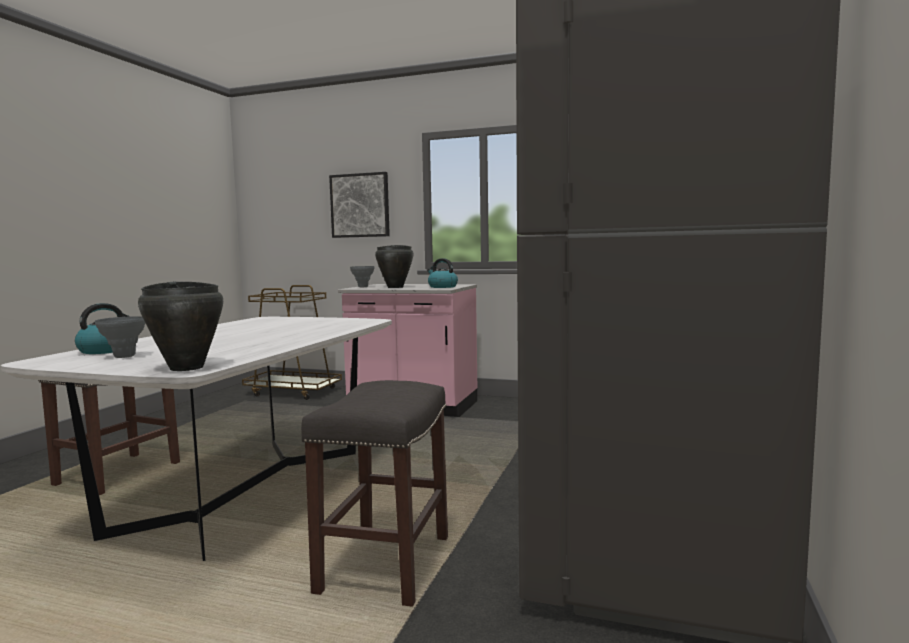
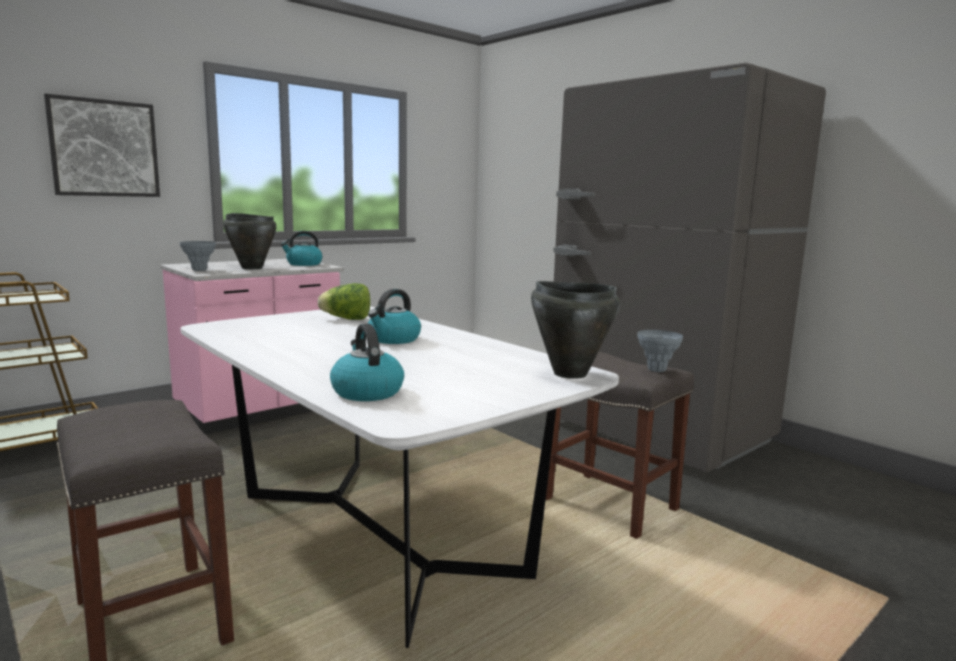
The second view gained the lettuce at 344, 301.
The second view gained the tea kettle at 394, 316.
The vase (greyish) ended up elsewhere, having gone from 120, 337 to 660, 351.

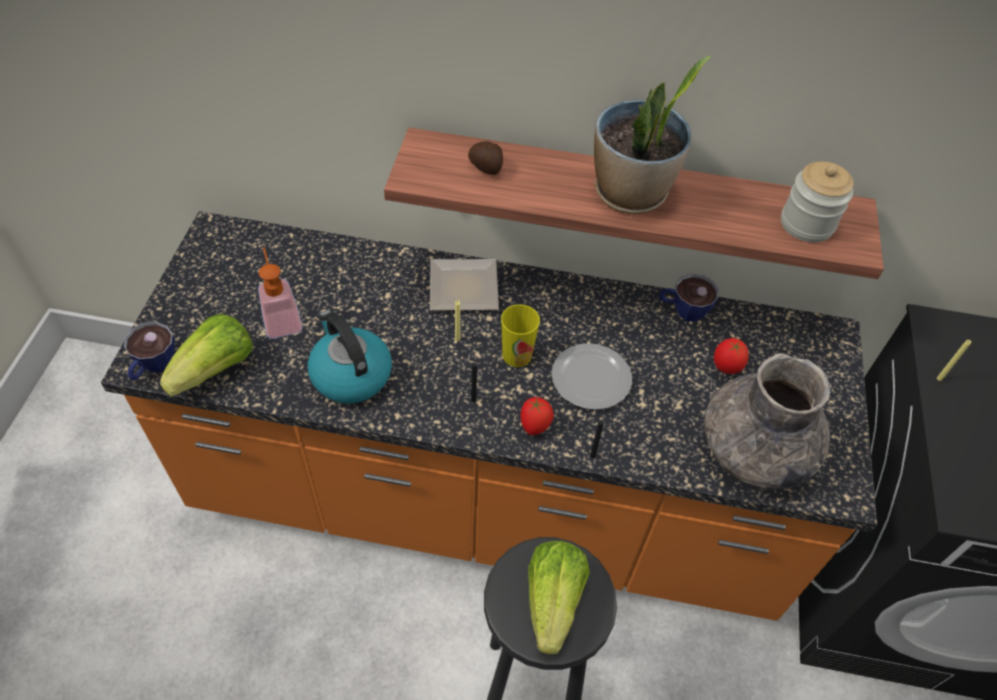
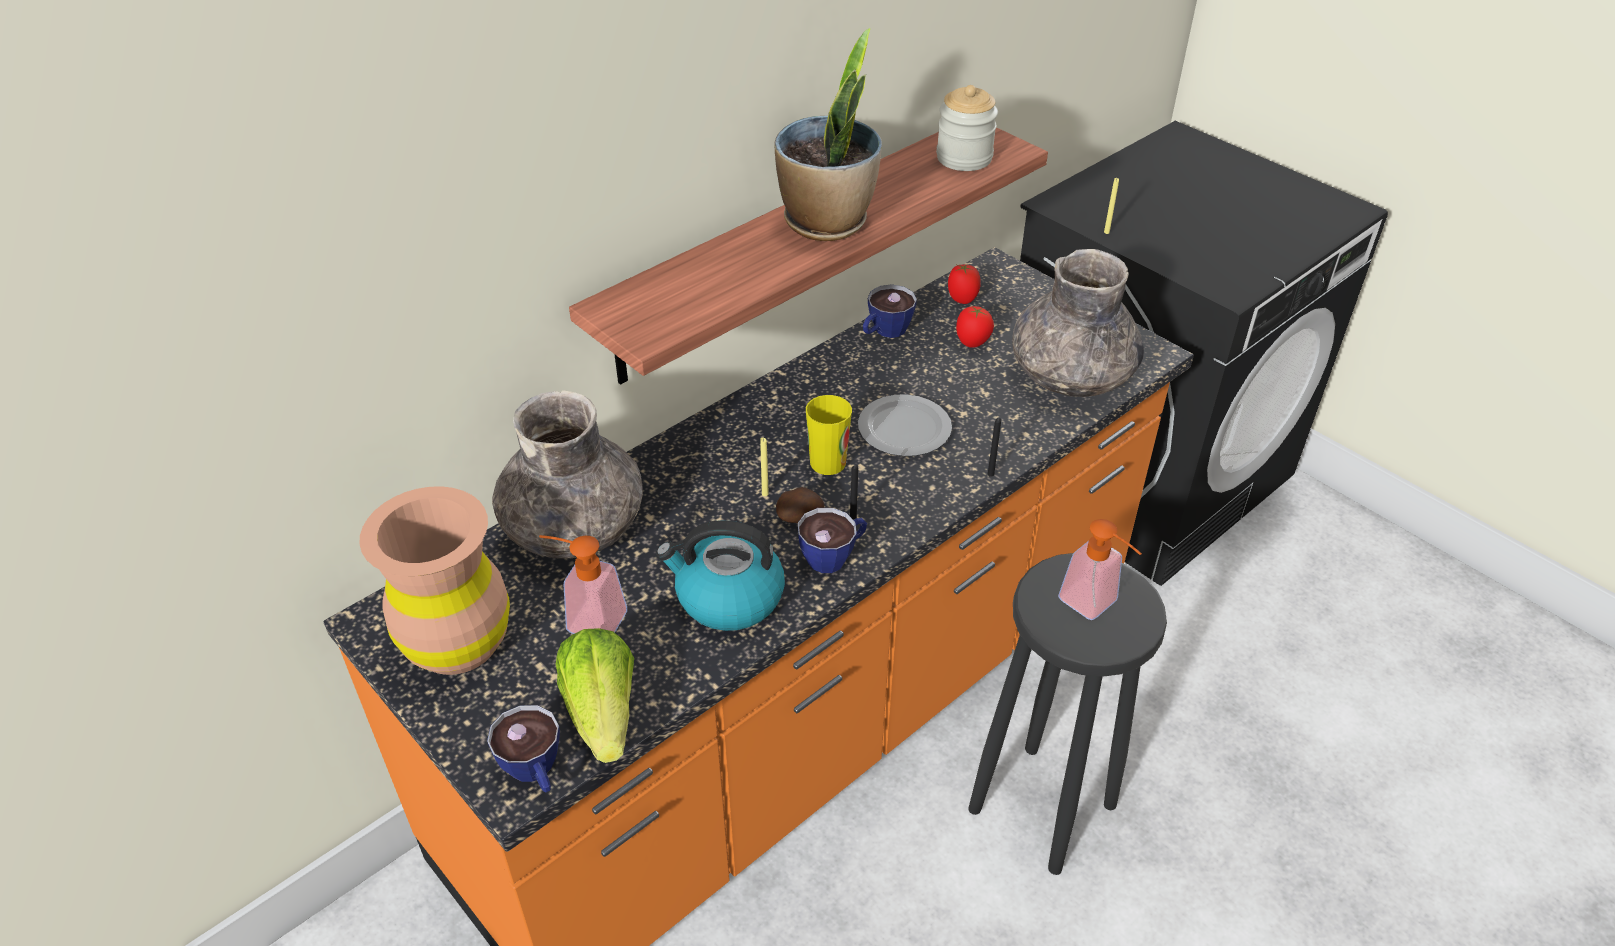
The second view lost the plate at 464, 285.
The second view gained the vase (brownish) at 435, 580.
The second view gained the vase (greyish) at 567, 474.
The second view gained the drinking cup at 832, 540.
The potato ended up elsewhere, having gone from 485, 158 to 800, 505.
The whole tomato ended up elsewhere, having gone from 537, 416 to 964, 284.
Where the lettuce stood at 559, 597, the soap bottle came to stand at 1100, 569.

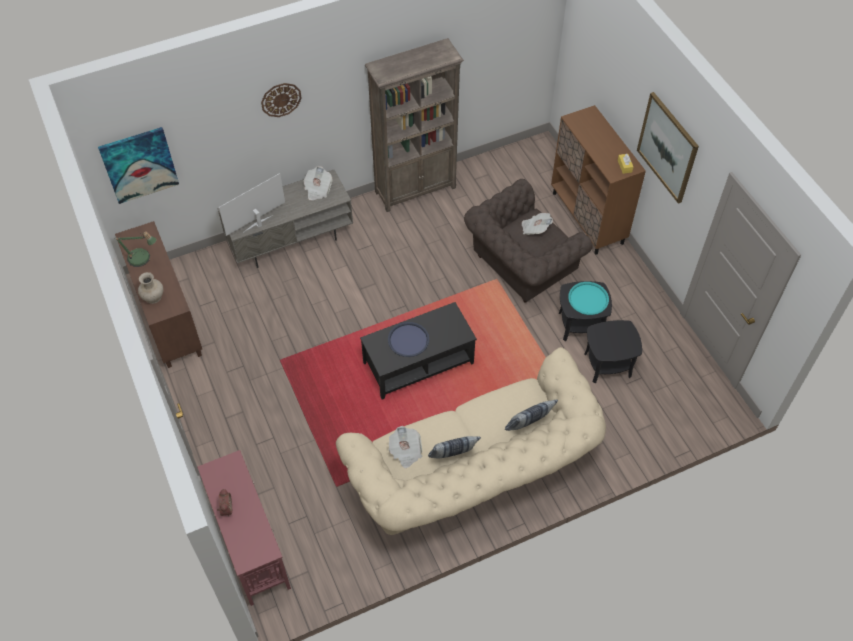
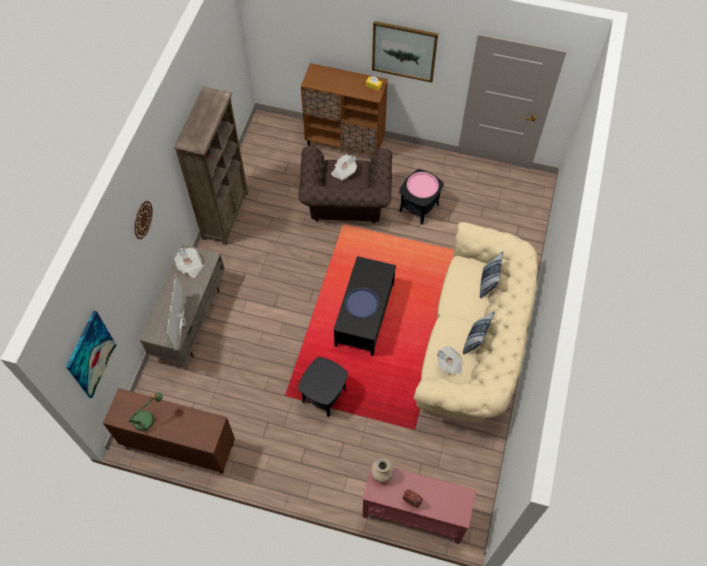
The vase (sand-coloured) ended up elsewhere, having gone from 150, 288 to 382, 470.
The end table (blackish) ended up elsewhere, having gone from 613, 352 to 323, 387.
What was the carrying tray (turquoise) at 588, 298 turned into the carrying tray (pinkish) at 423, 185.

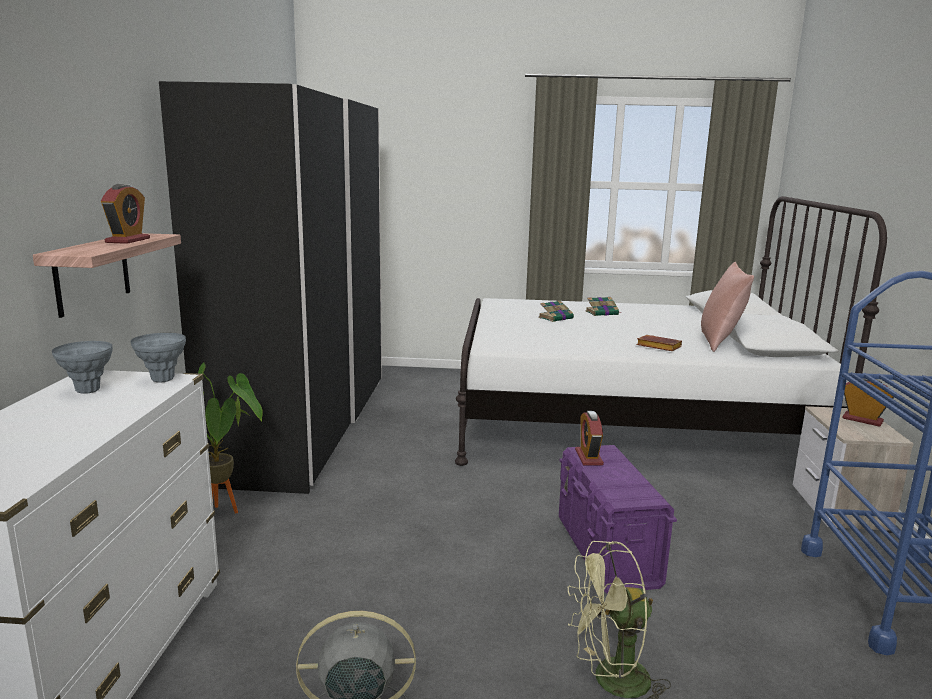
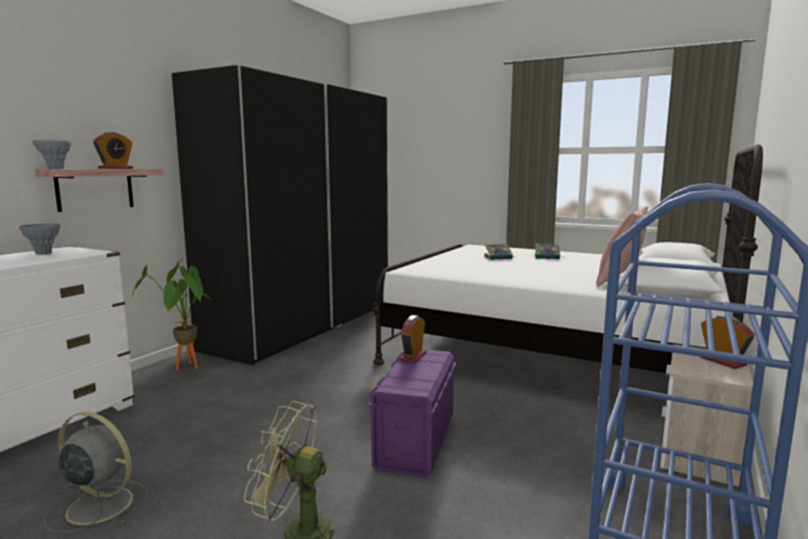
The second view lost the book (brownish) at 659, 343.
The vase (greyish) ended up elsewhere, having gone from 158, 358 to 52, 154.

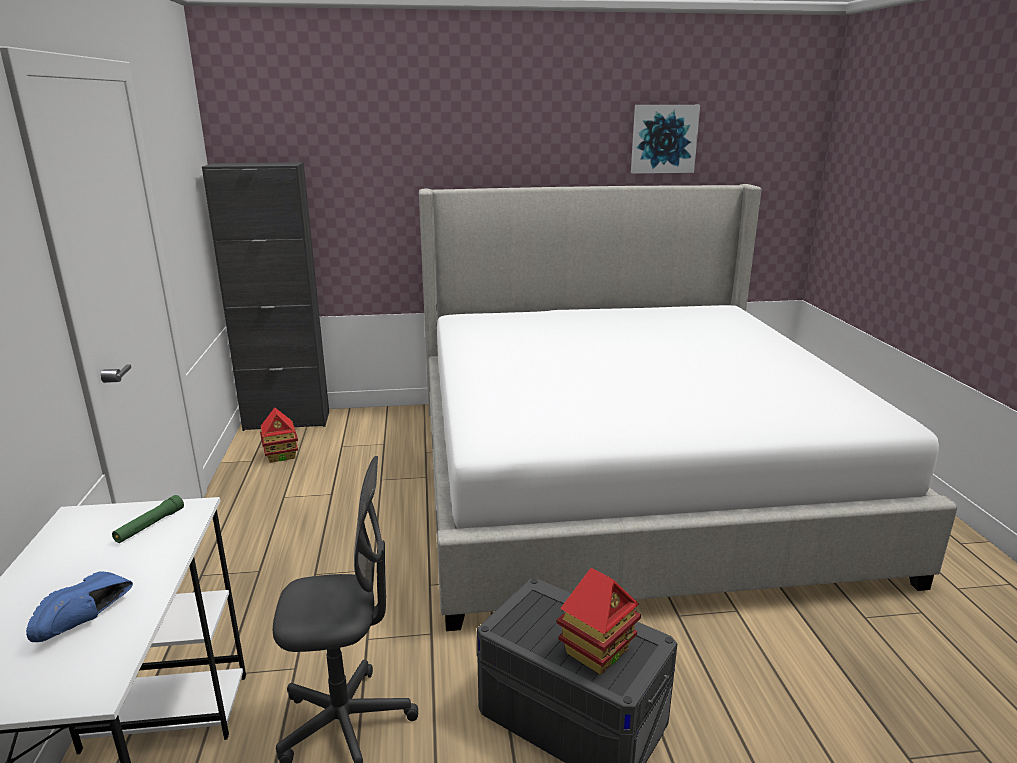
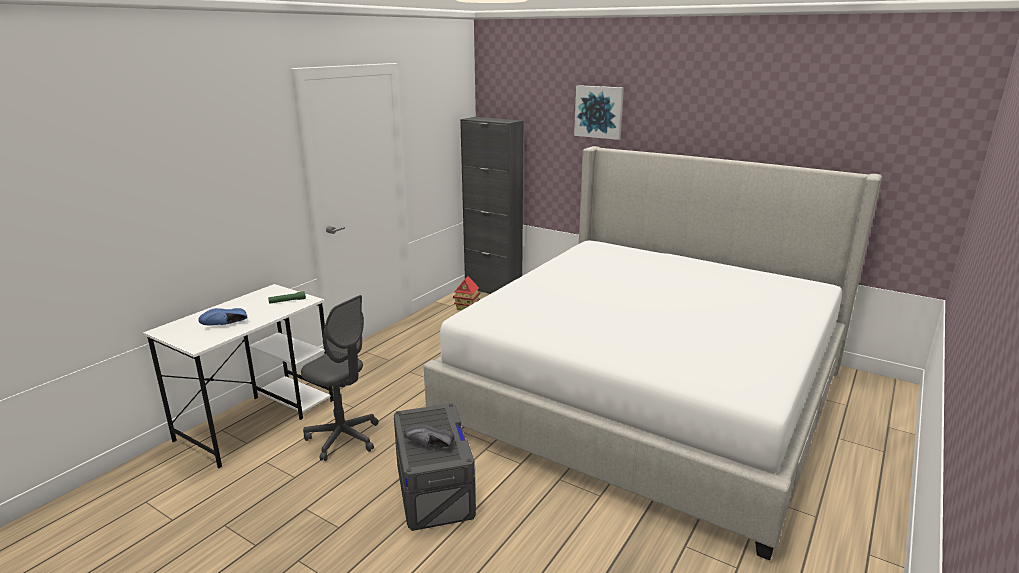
The wall art ended up elsewhere, having gone from 665, 139 to 599, 112.
Where the model house stood at 599, 621, the shoe (blackish) came to stand at 429, 436.

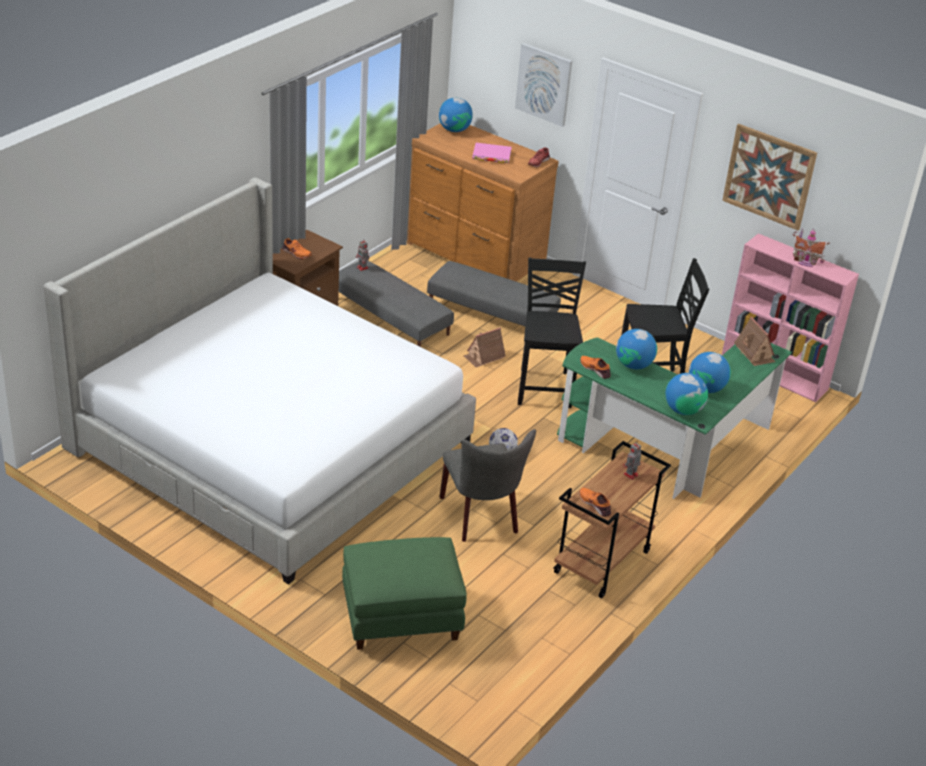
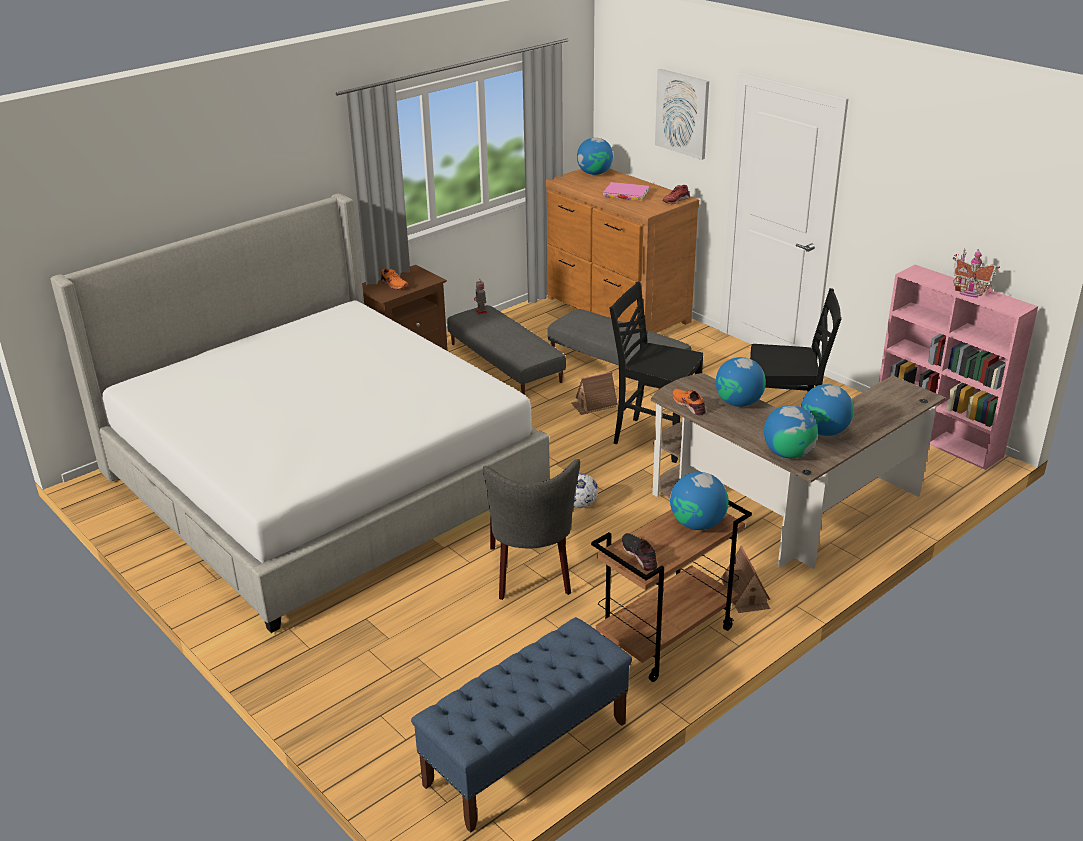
The second view lost the pouffe (greenish) at 404, 593.
The second view lost the wall art at 769, 177.
The second view gained the bench (blue-coloured) at 521, 725.
The model house ended up elsewhere, having gone from 754, 341 to 745, 579.
Where the model robot stood at 632, 461, the desk globe came to stand at 699, 501.
What was the desk (greenish) at 674, 418 turned into the desk (brownish) at 798, 471.
What was the shoe (orangey) at 595, 502 turned into the shoe (blackish) at 639, 552.
The chair (blackish) at 552, 333 ended up facing another way, 75 degrees counterclockwise from before.

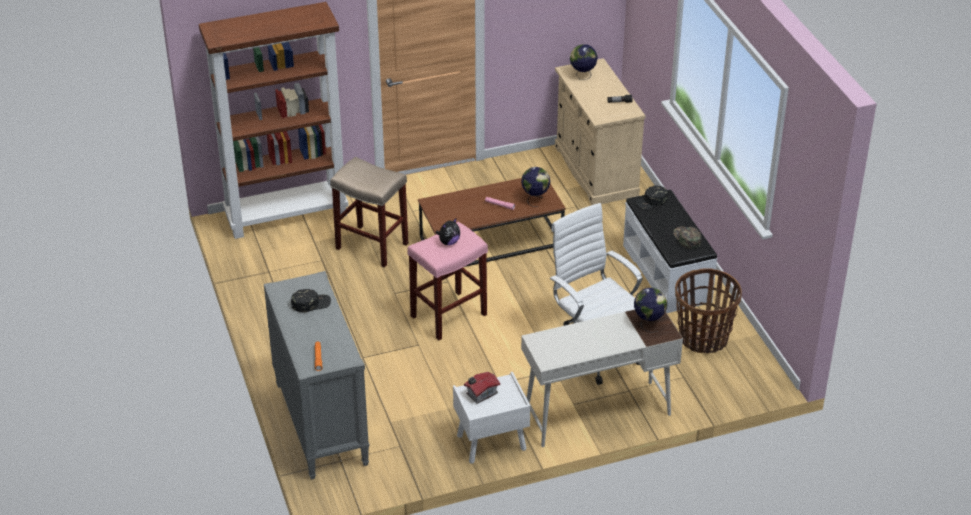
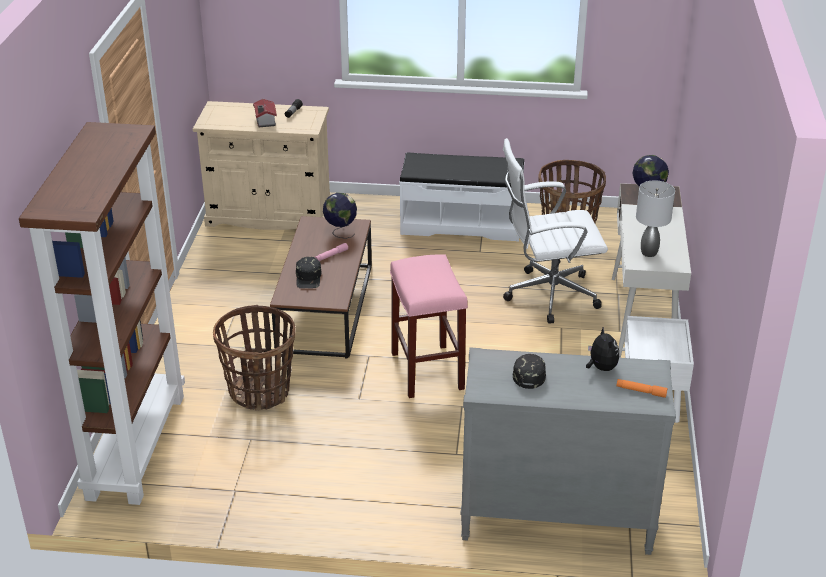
The second view lost the desk globe at 584, 62.
The second view lost the cap (greenish) at 687, 238.
The second view gained the tabletop lamp (greyish) at 655, 218.
The plush toy ended up elsewhere, having gone from 448, 231 to 602, 348.
The model house ended up elsewhere, having gone from 482, 388 to 265, 113.
The cap (blackish) ended up elsewhere, having gone from 651, 197 to 309, 272.
Where the sitting stool (sand-coloured) stood at 369, 212, the storage basket came to stand at 254, 358.

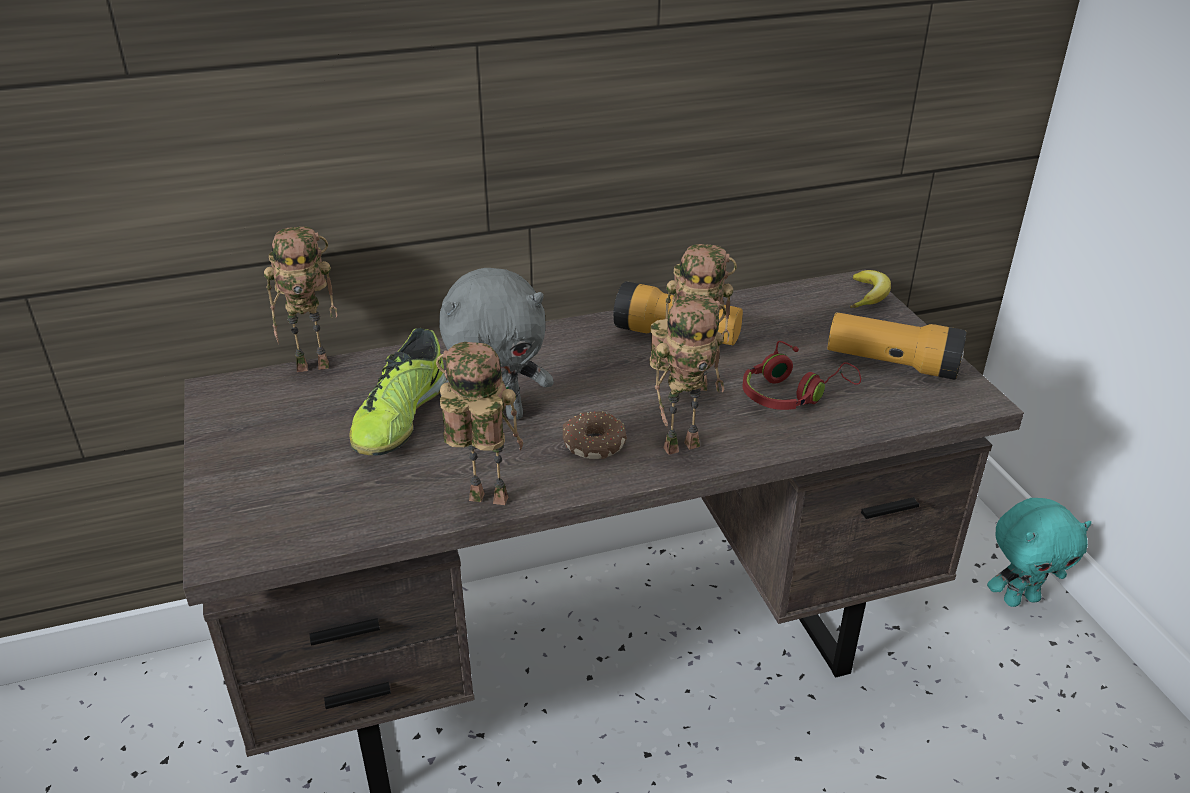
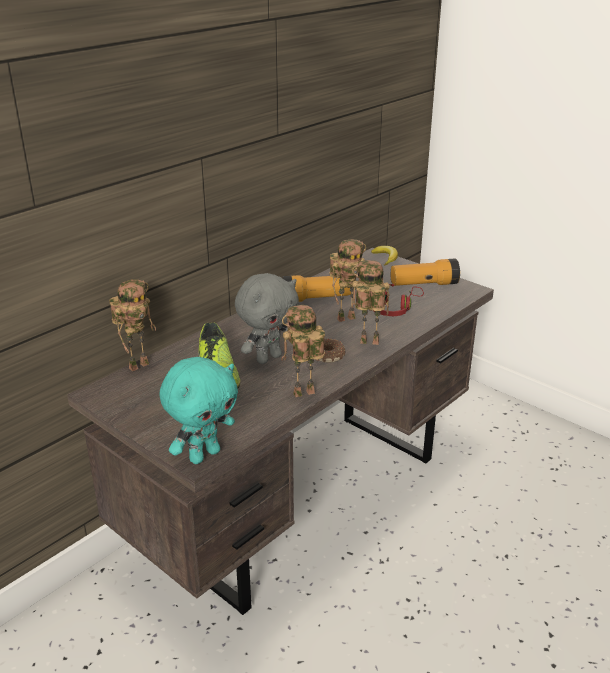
The plush toy (turquoise) ended up elsewhere, having gone from 1039, 552 to 198, 410.
The model robot at 687, 375 ended up facing another way, 120 degrees counterclockwise from before.

